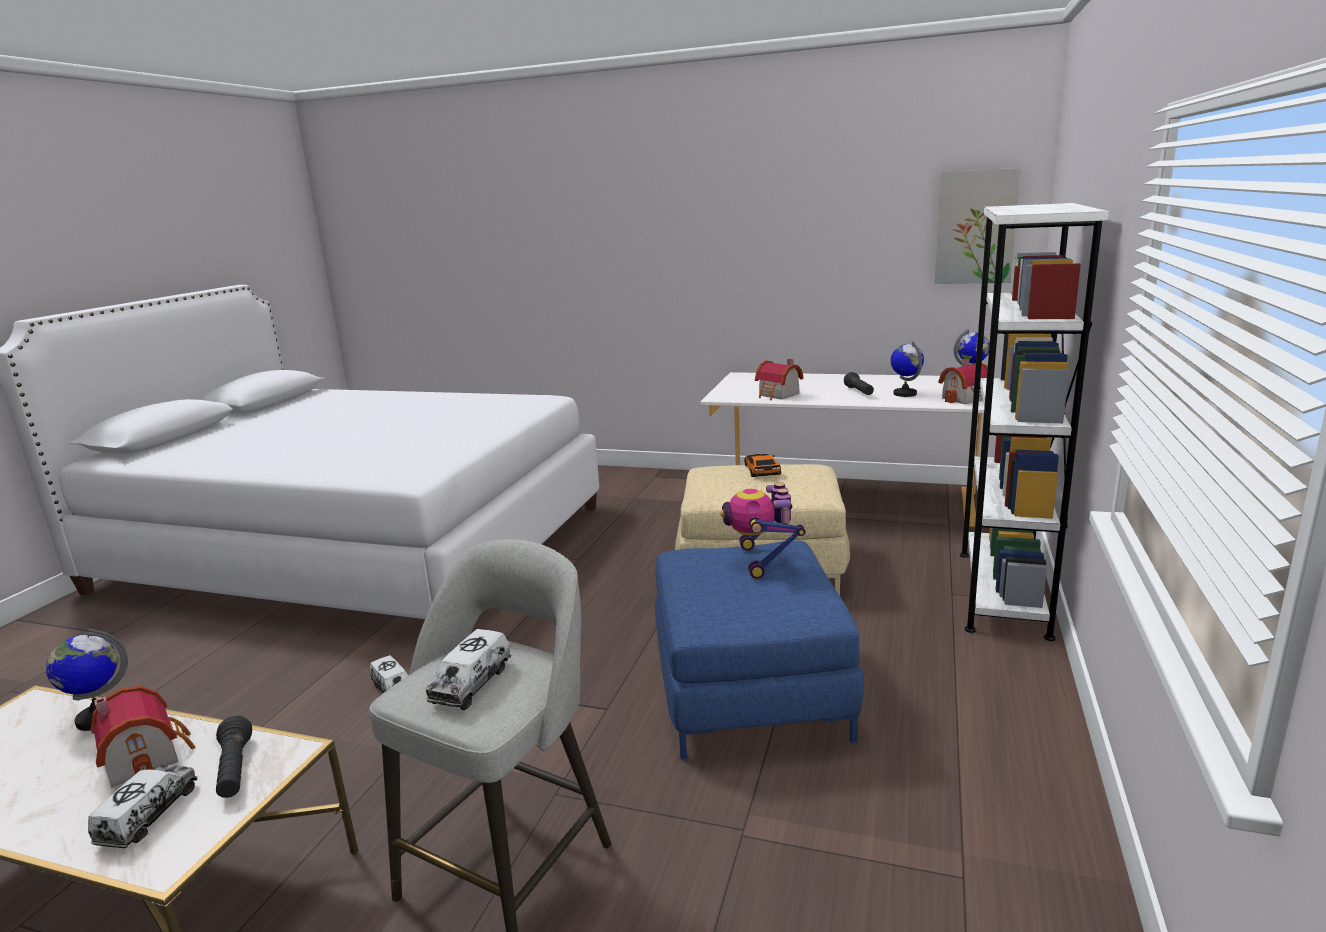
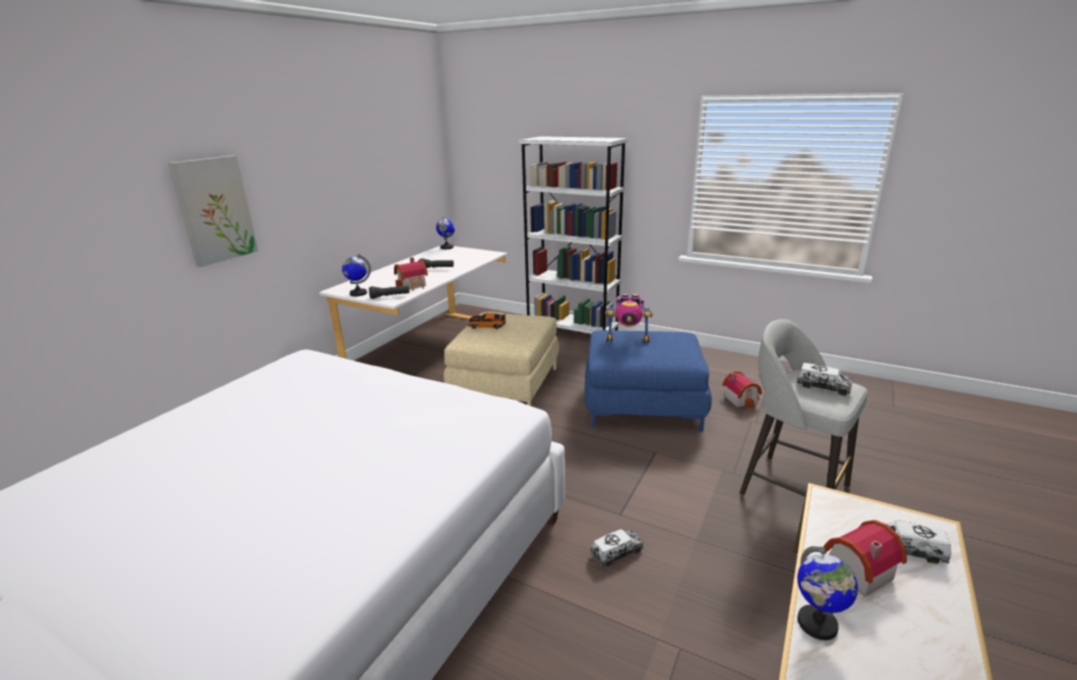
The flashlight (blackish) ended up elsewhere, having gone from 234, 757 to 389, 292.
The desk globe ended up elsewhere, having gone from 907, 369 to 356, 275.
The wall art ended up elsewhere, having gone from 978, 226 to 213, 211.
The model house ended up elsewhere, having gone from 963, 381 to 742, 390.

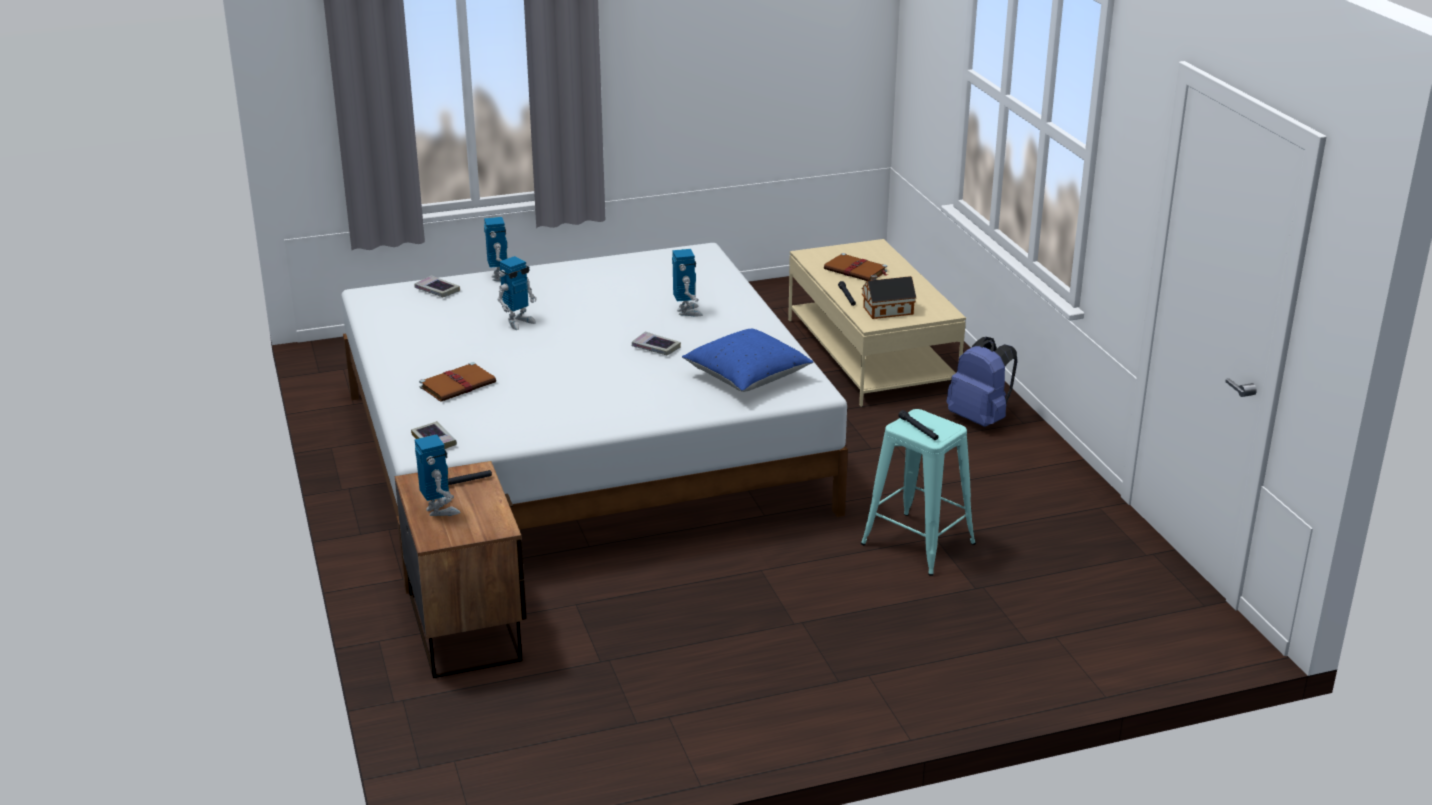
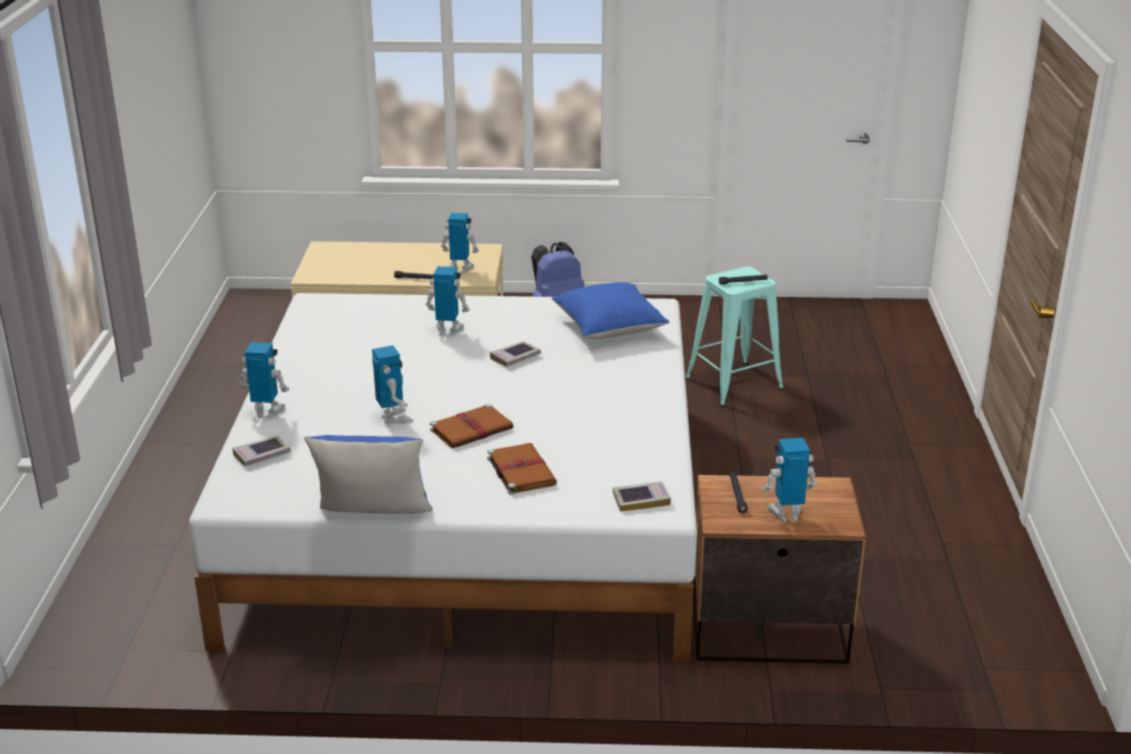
The second view gained the pillow (blue-coloured) at 368, 474.
The book (brownish) ended up elsewhere, having gone from 856, 267 to 471, 425.
Where the model house stood at 889, 297, the model robot came to stand at 460, 243.

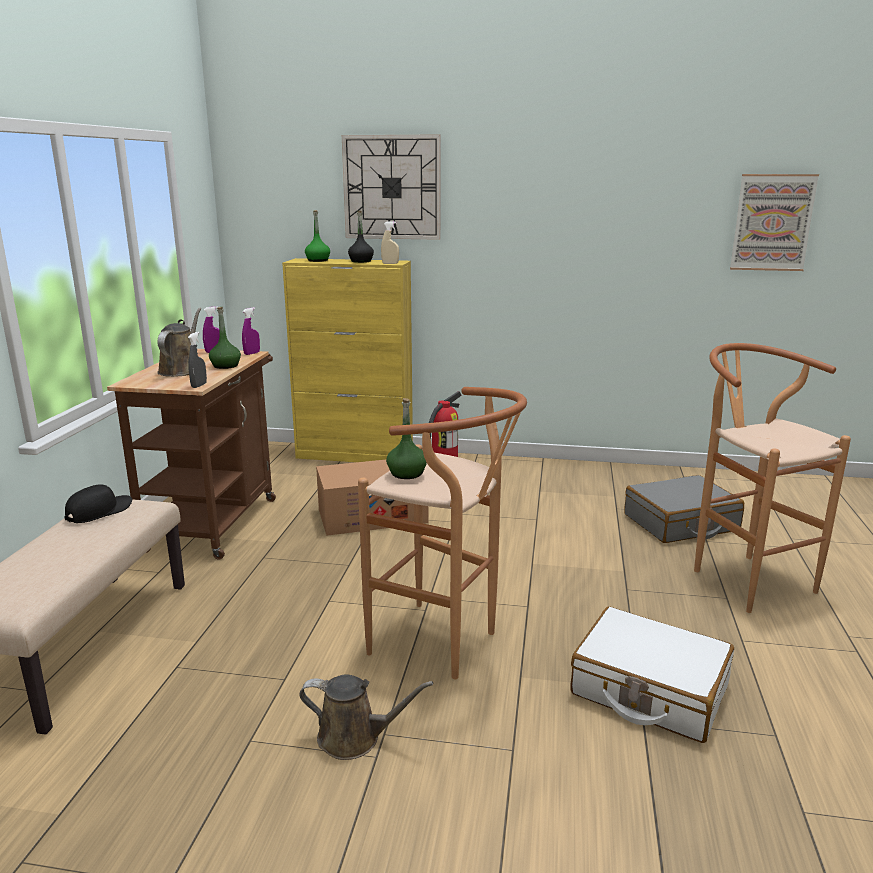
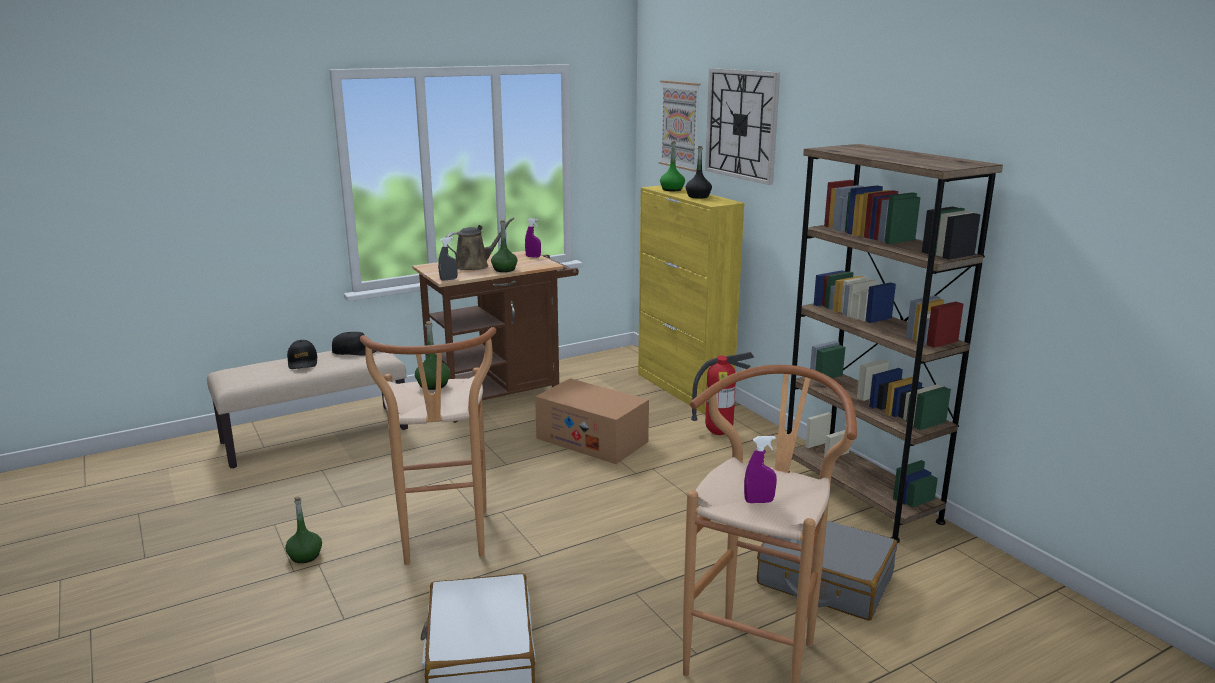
The second view lost the sprayer (sand-coloured) at 390, 242.
The second view gained the cap (blackish) at 302, 354.
The second view gained the bookcase (brownish) at 895, 343.
The sprayer (purple-coloured) ended up elsewhere, having gone from 251, 331 to 760, 469.
The wall art ended up elsewhere, having gone from 774, 222 to 680, 126.
Where the watering can (brownish) stood at 366, 717, the bottle (greenish) came to stand at 303, 530.

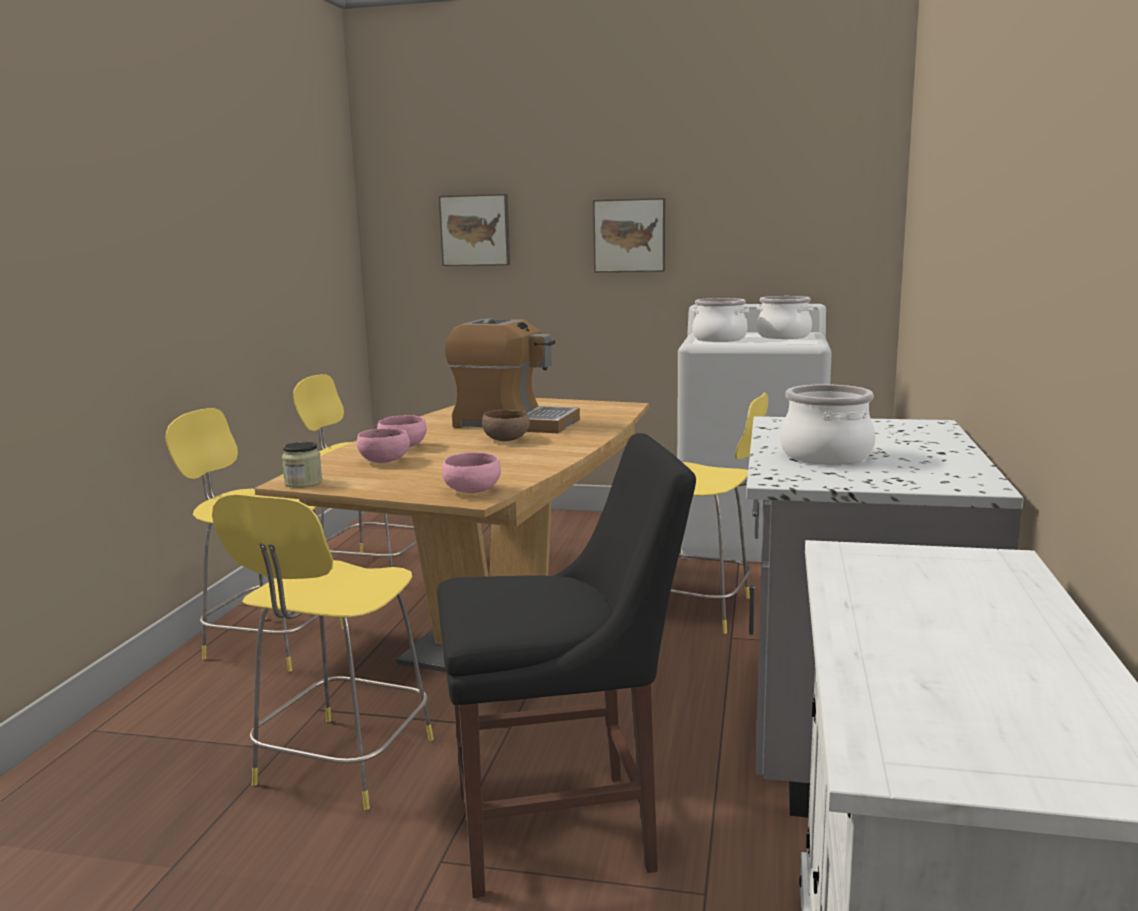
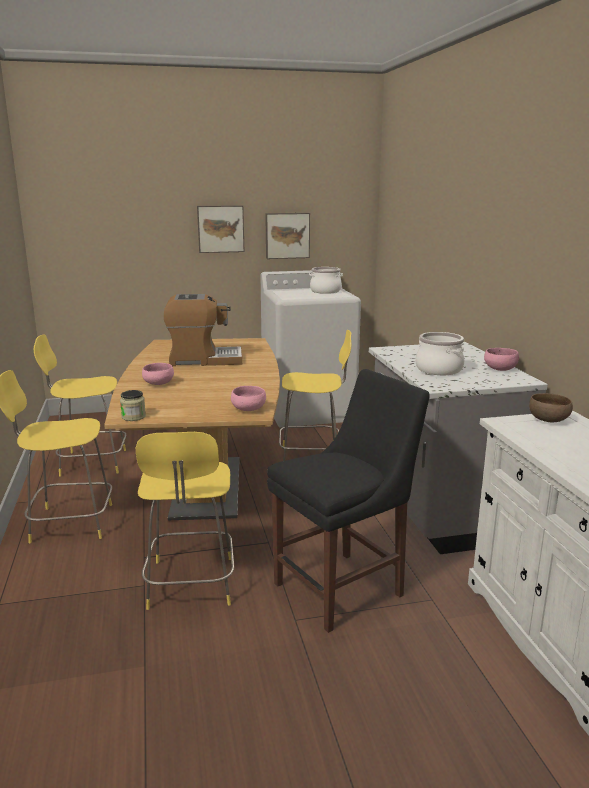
The second view lost the stockpot at 720, 320.
The bowl (pinkish) ended up elsewhere, having gone from 383, 445 to 501, 359.
The wall art ended up elsewhere, having gone from 474, 230 to 287, 236.
The bowl (brownish) ended up elsewhere, having gone from 506, 425 to 551, 407.

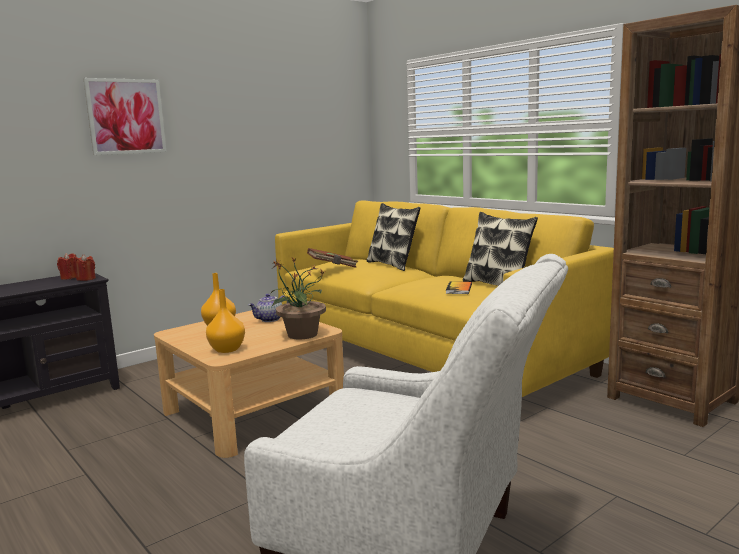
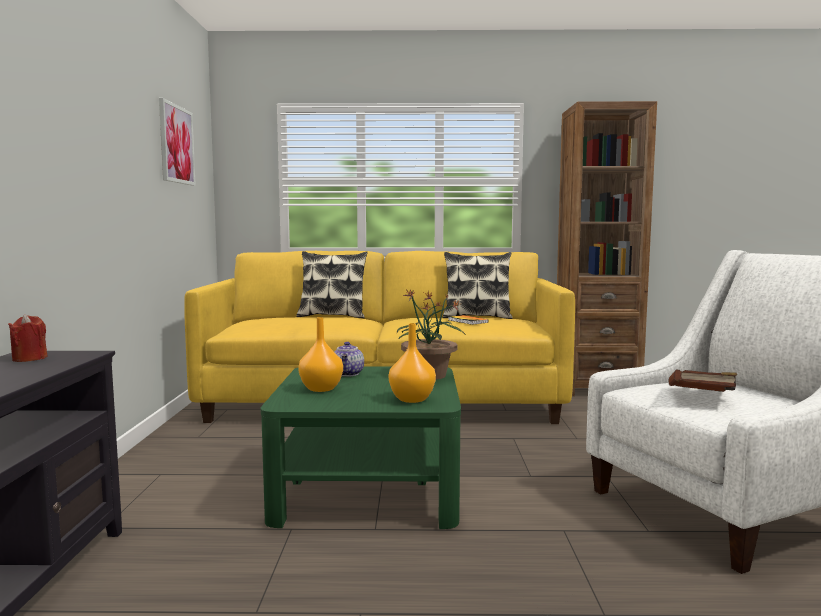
The second view lost the candle (red) at 85, 267.
The wall art ended up elsewhere, having gone from 125, 116 to 177, 142.
The book (brownish) ended up elsewhere, having gone from 332, 258 to 702, 381.
What was the coffee table (sand-coloured) at 249, 384 turned into the coffee table (greenish) at 361, 447.

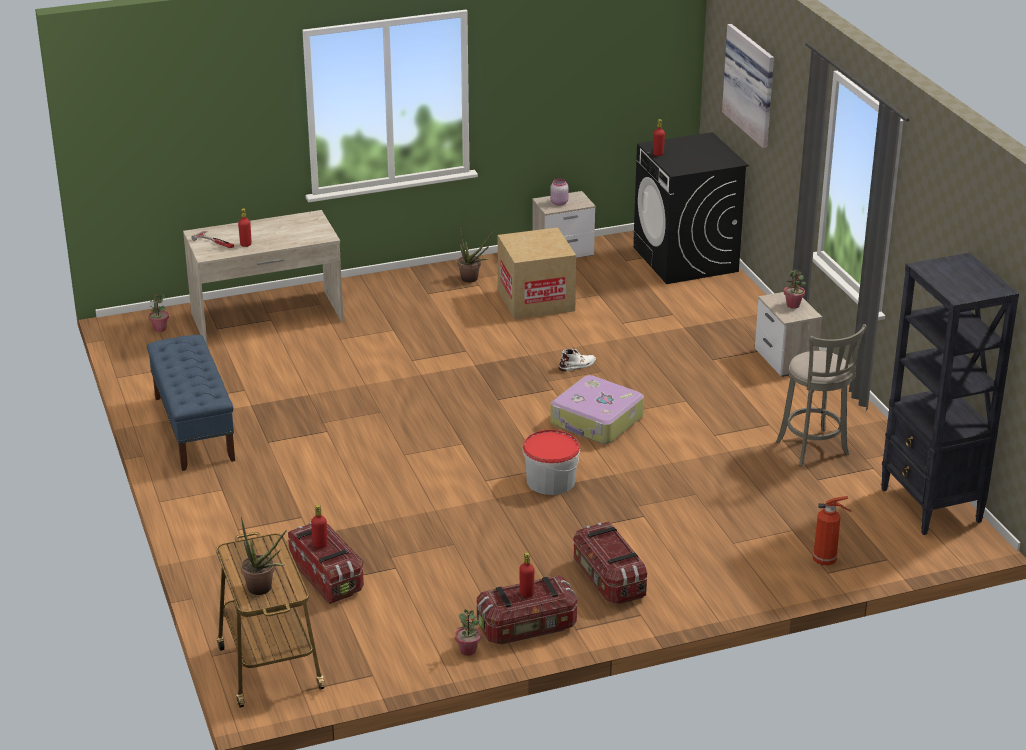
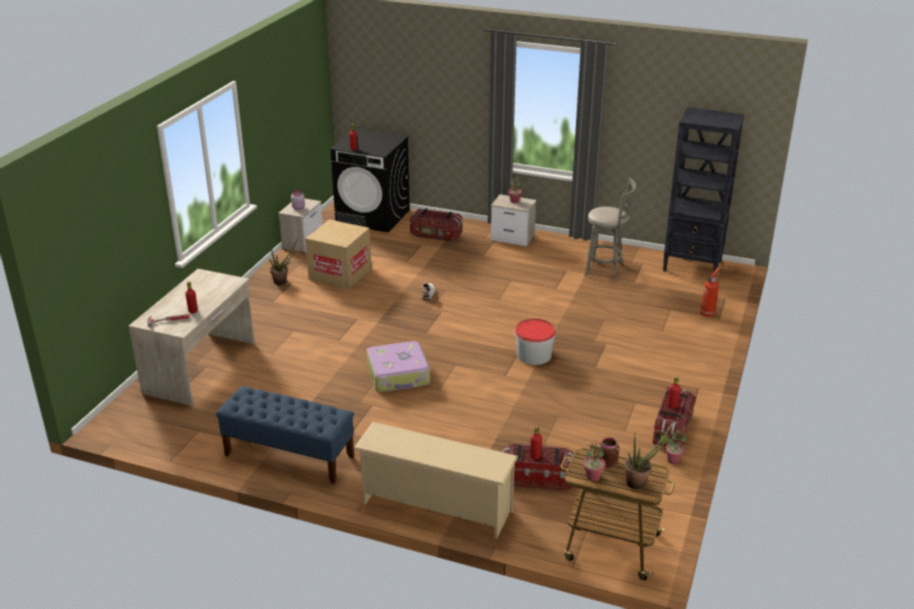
The second view lost the wall art at 748, 86.
The second view gained the shoe rack (sand-coloured) at 435, 480.
The second view gained the jar (brownish) at 608, 452.
The potted plant ended up elsewhere, having gone from 158, 313 to 594, 461.
The suitcase ended up elsewhere, having gone from 597, 409 to 398, 366.
The storage bin ended up elsewhere, having gone from 610, 563 to 436, 225.

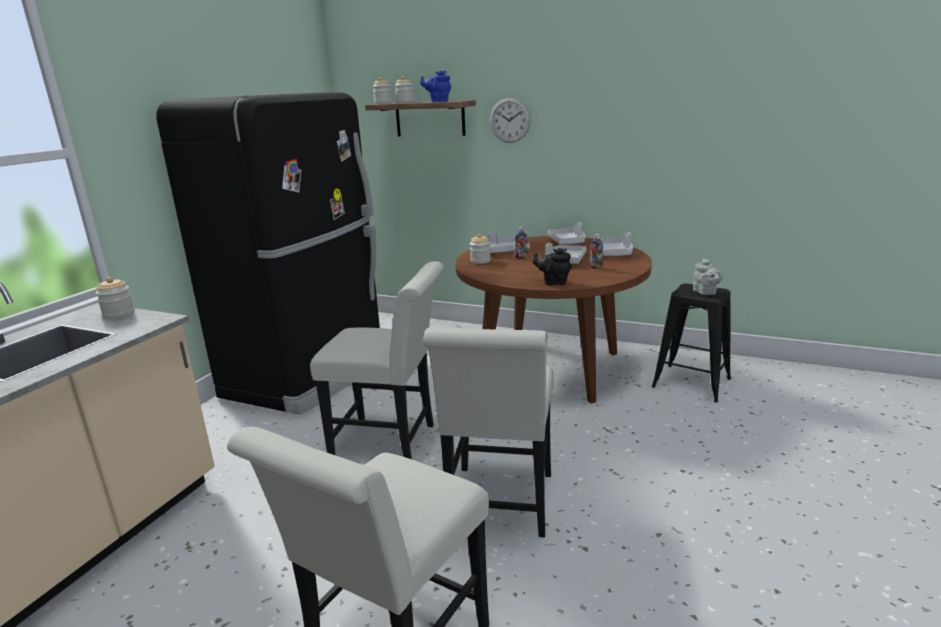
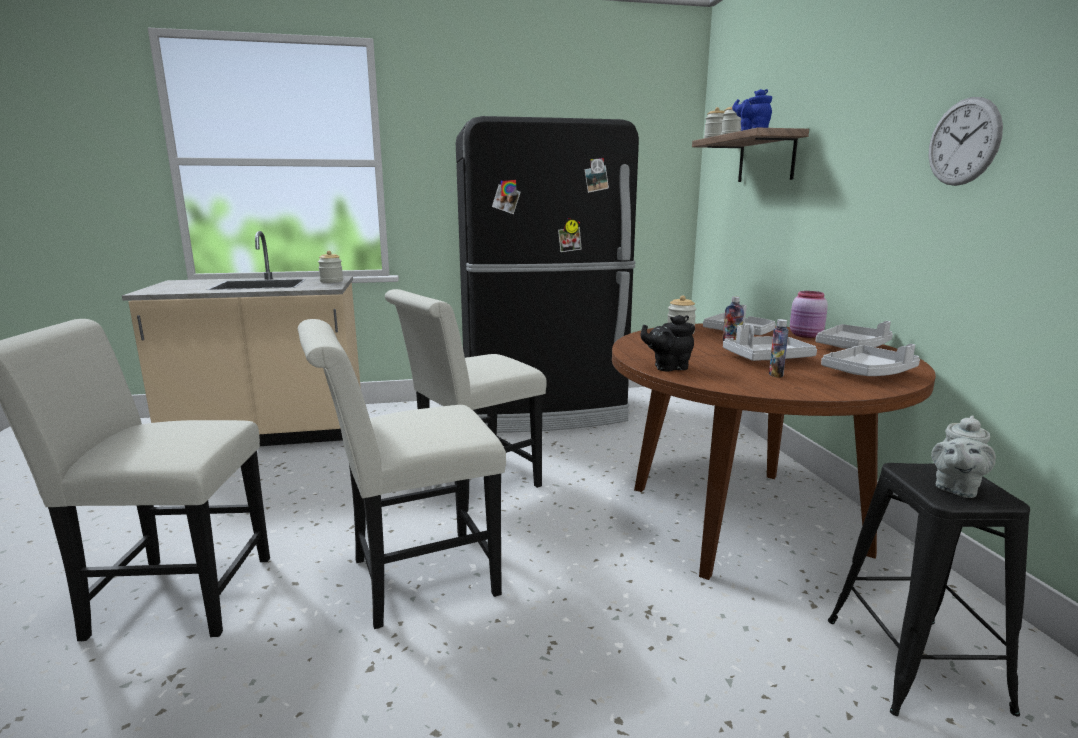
The second view gained the jar (pinkish) at 809, 314.
The wall clock ended up elsewhere, having gone from 510, 120 to 966, 141.
The chair (whitish) at 377, 360 ended up facing another way, 75 degrees clockwise from before.
The pot for tea (blackish) at 552, 267 ended up facing another way, 75 degrees counterclockwise from before.

